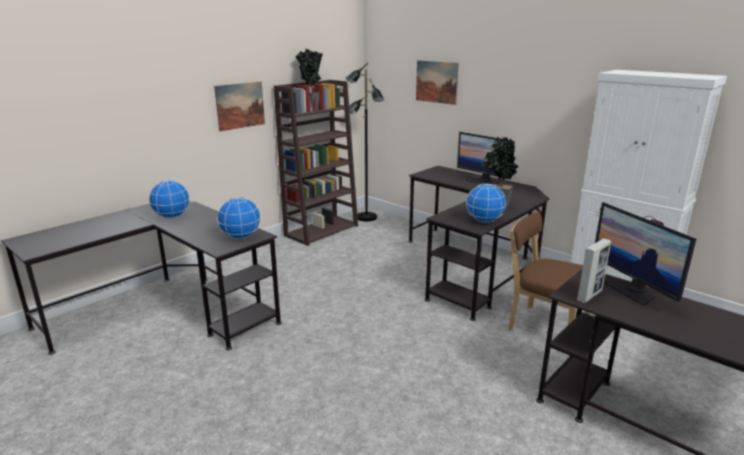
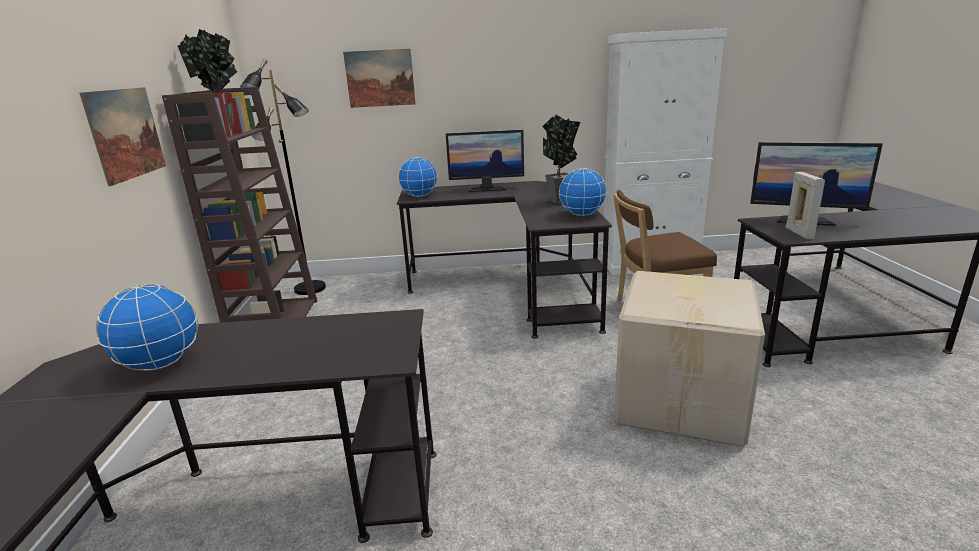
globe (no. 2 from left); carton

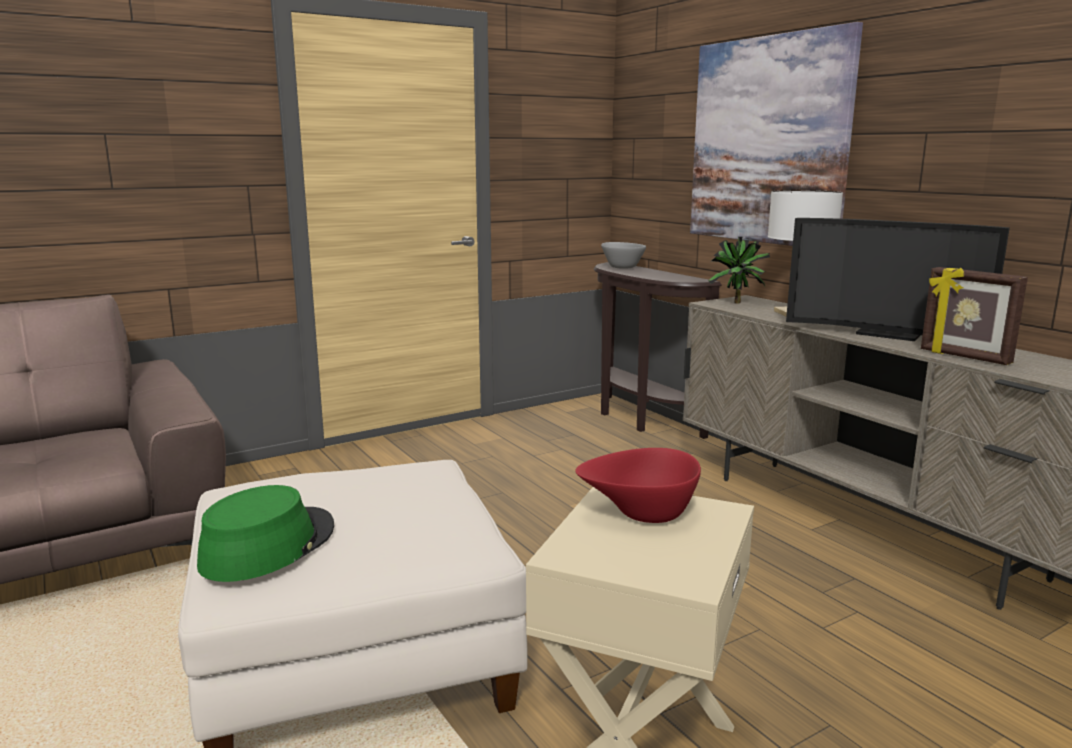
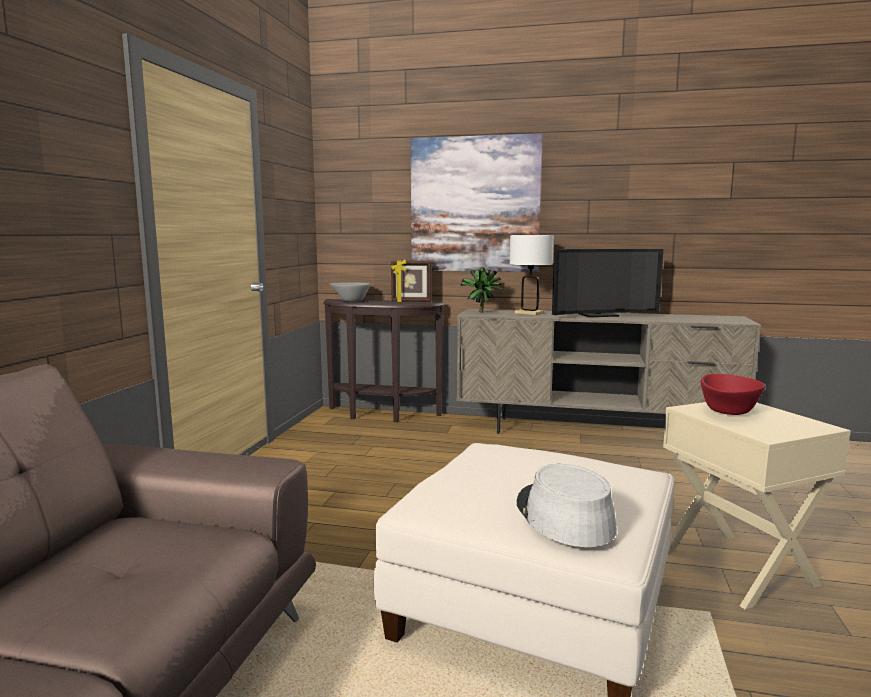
cadre photo; chapeau/gris

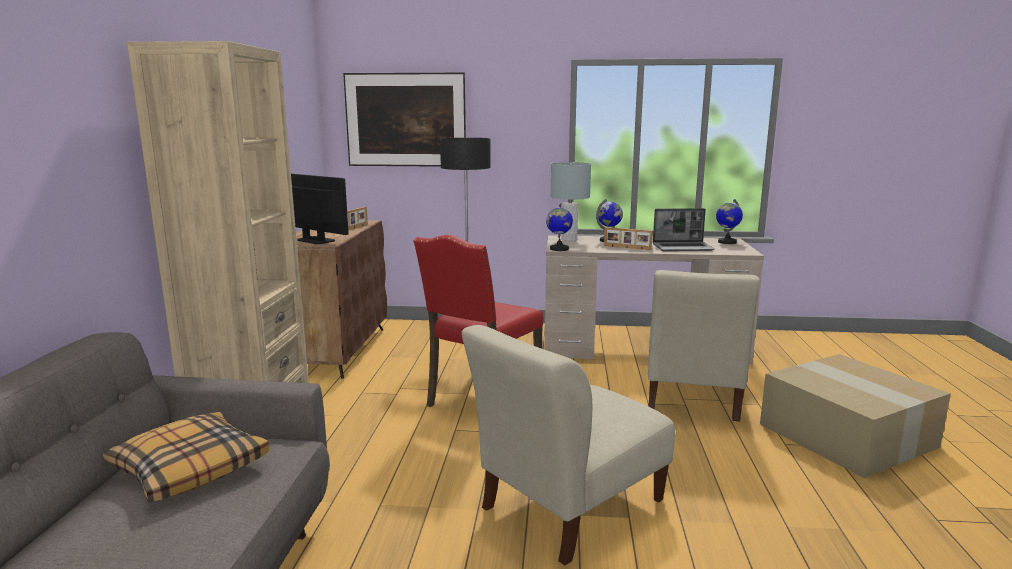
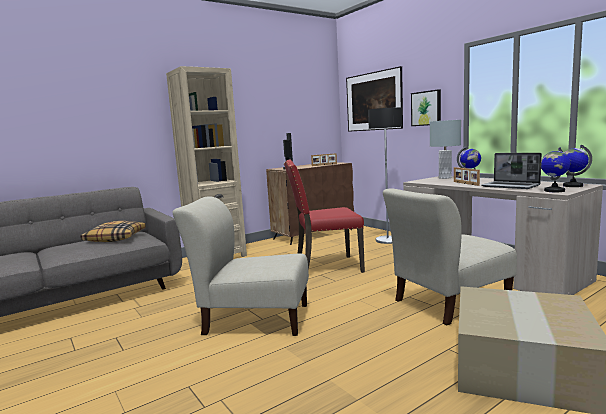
tableau (no. 2 from left); globe (no. 2 from left)

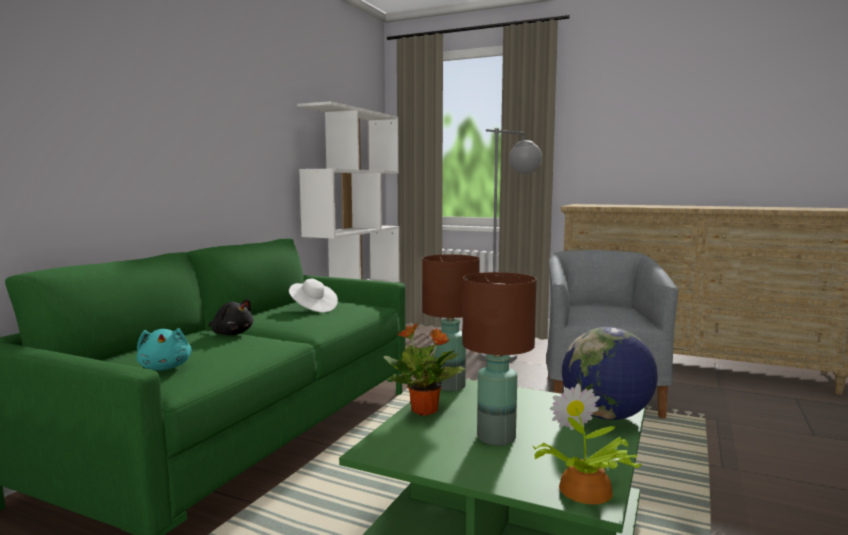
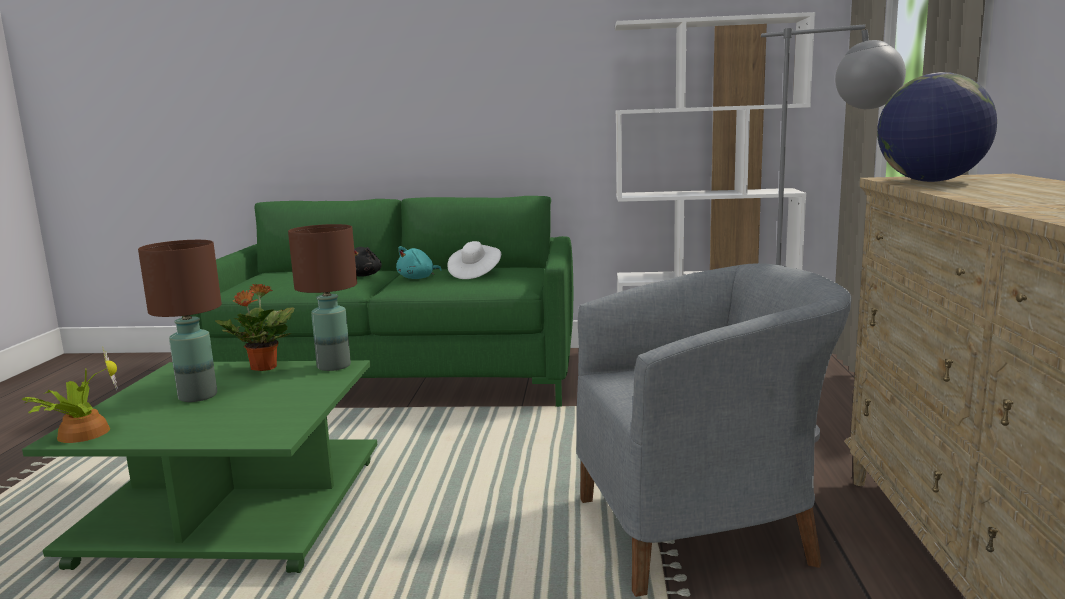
peluche/turquoise; globe

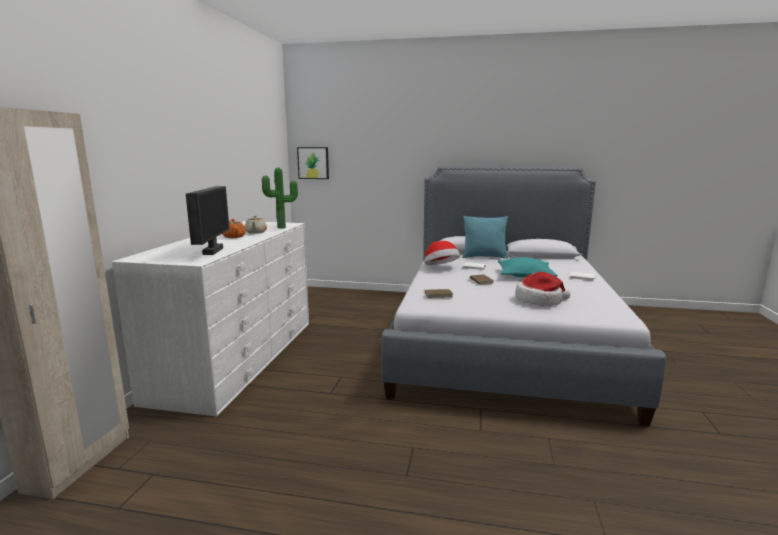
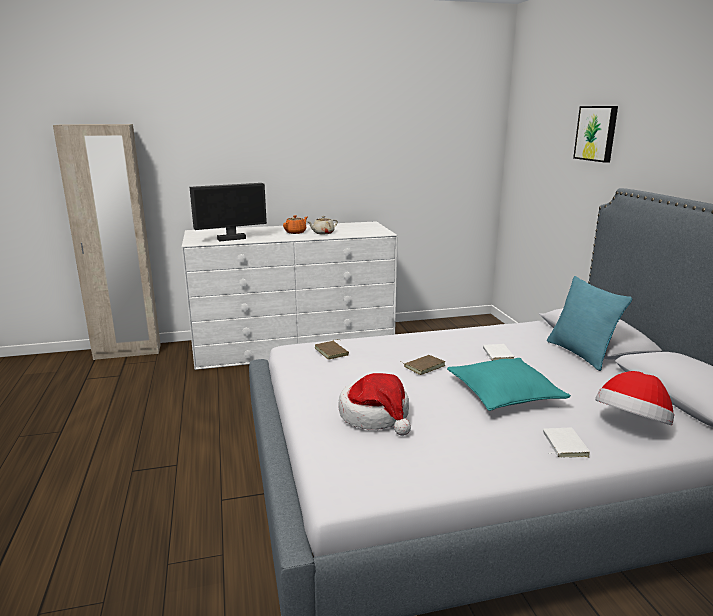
tableau; chapeau (no. 2 from left); plante en pot

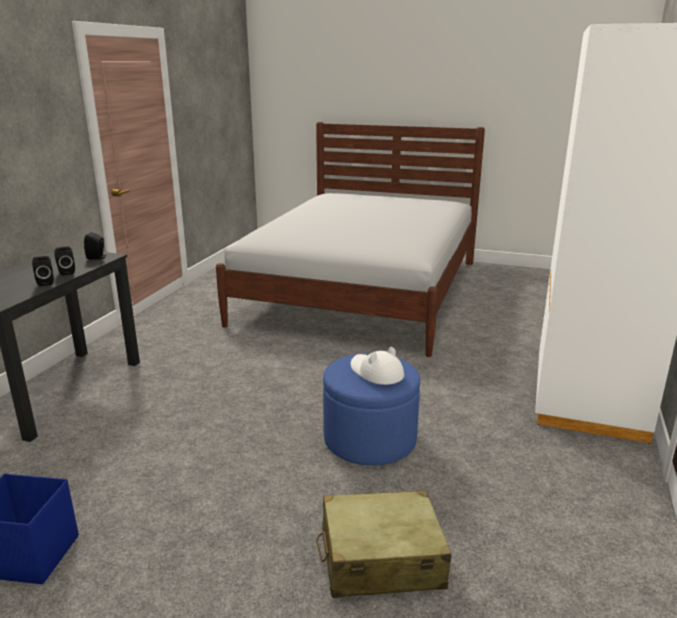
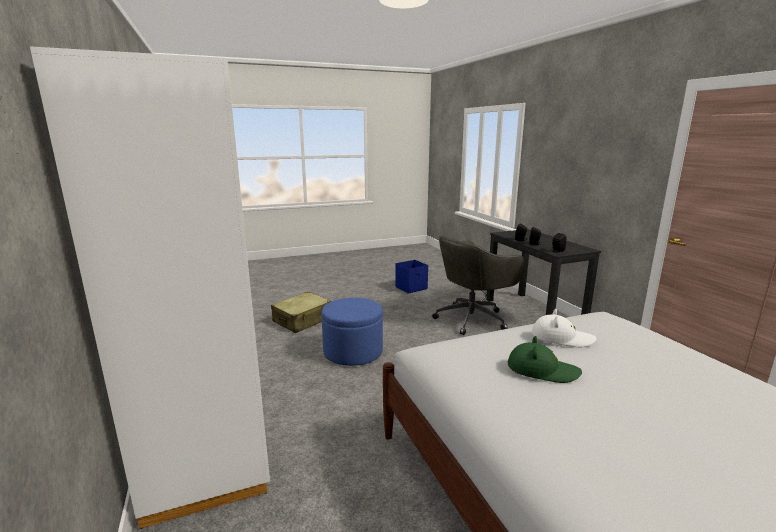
chaise de bureau/gris; chapeau/vert; chapeau/blanc

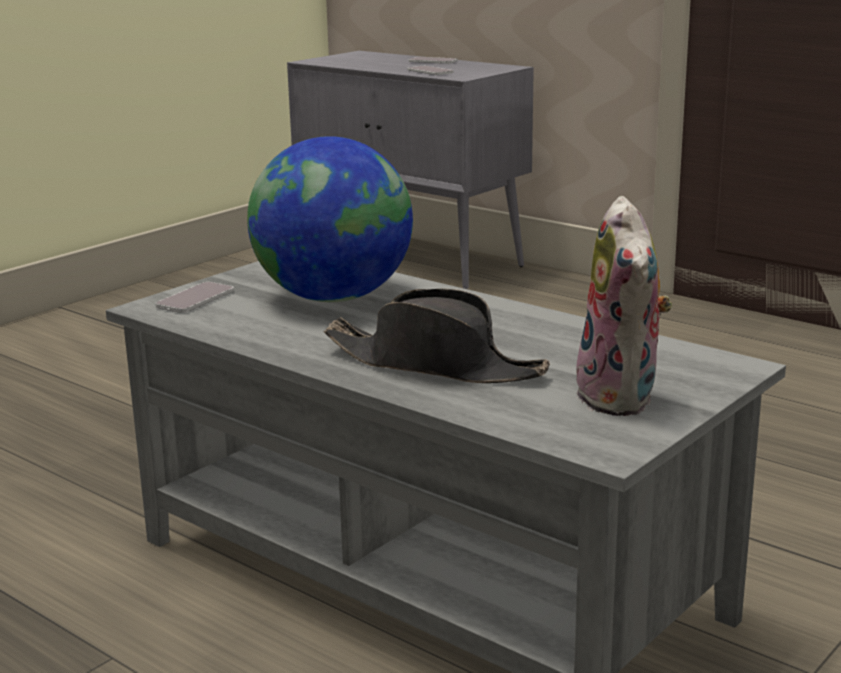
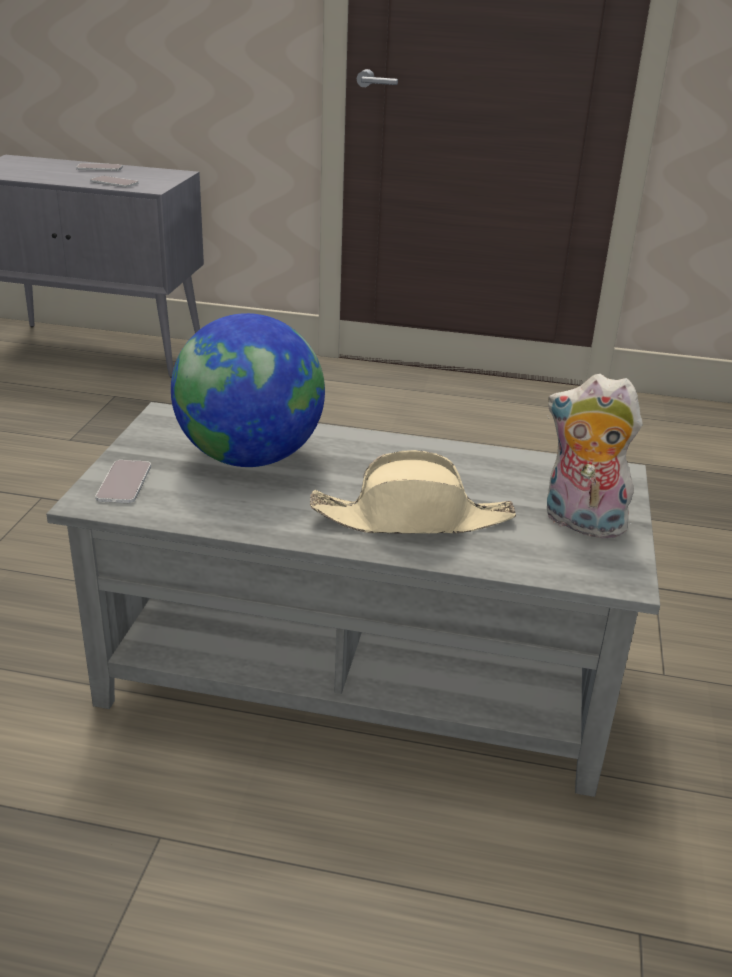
chapeau/beige; peluche

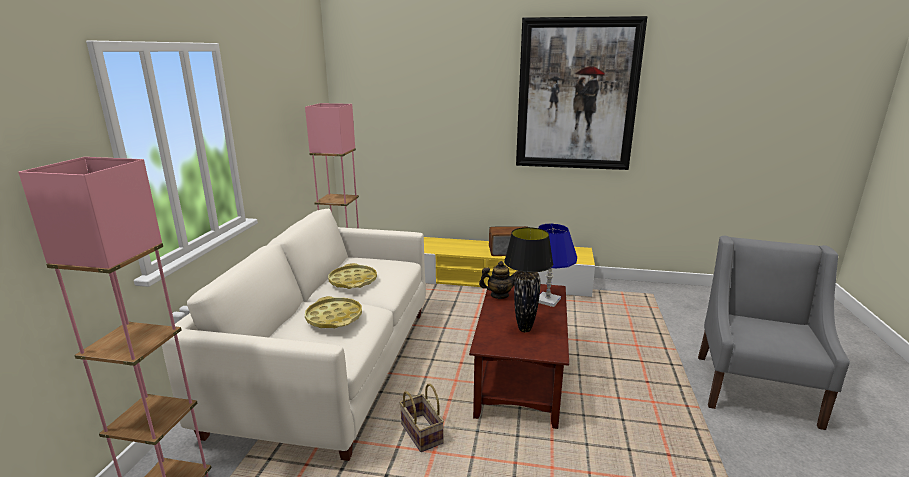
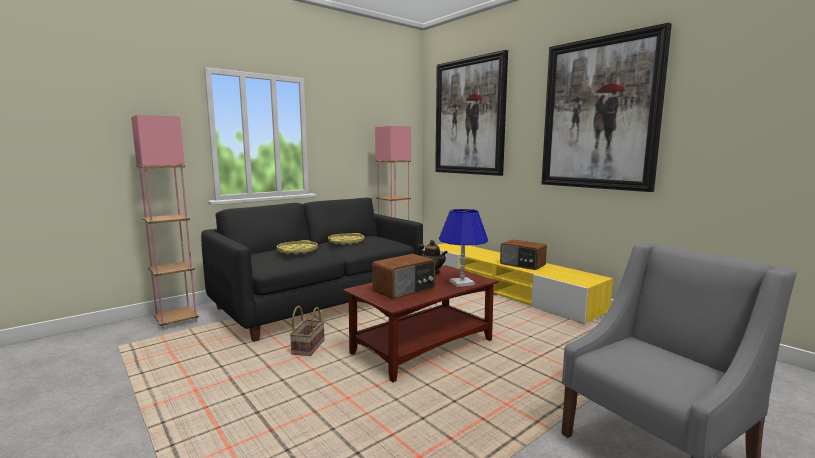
canapé/noir; radio (no. 1 from left); tableau (no. 1 from left)

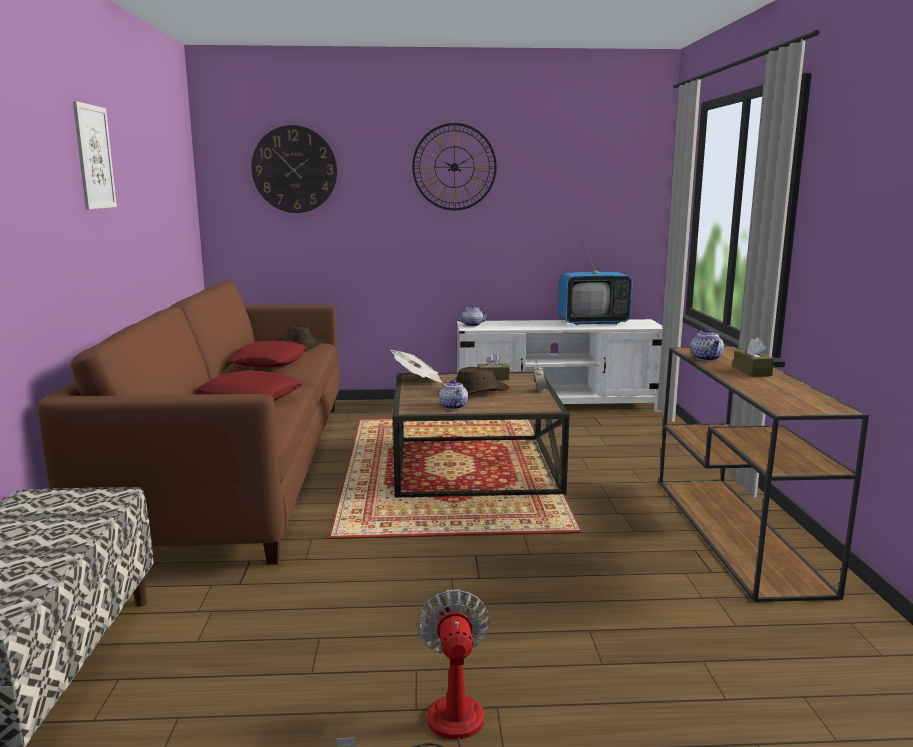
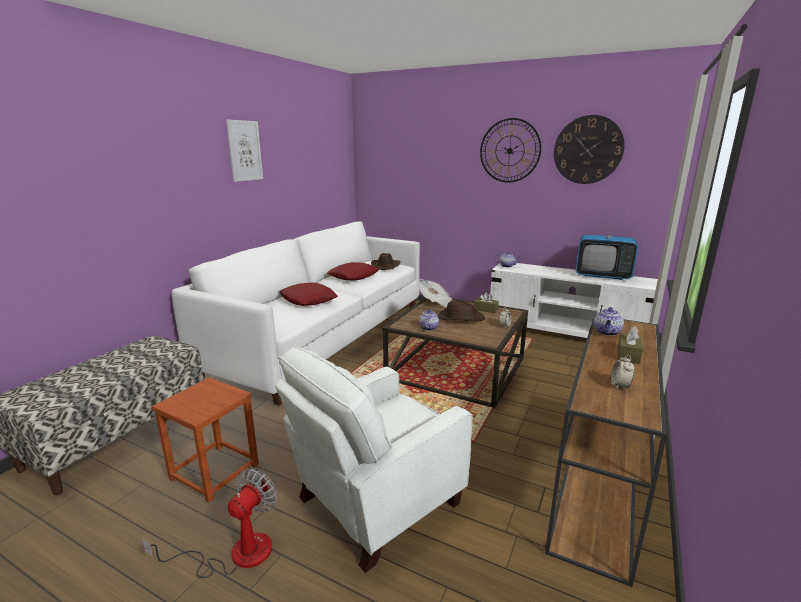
tabouret/marron; canapé/blanc; fauteuil/blanc; horloge murale (no. 2 from left); réveil (no. 2 from left)

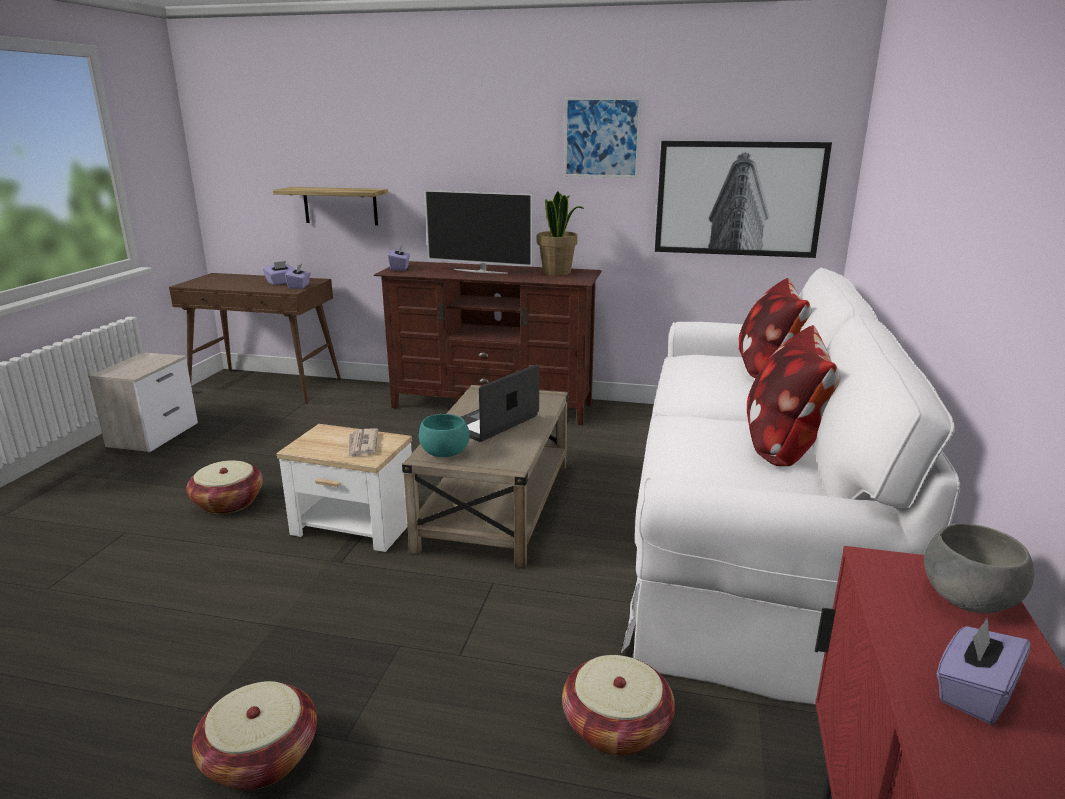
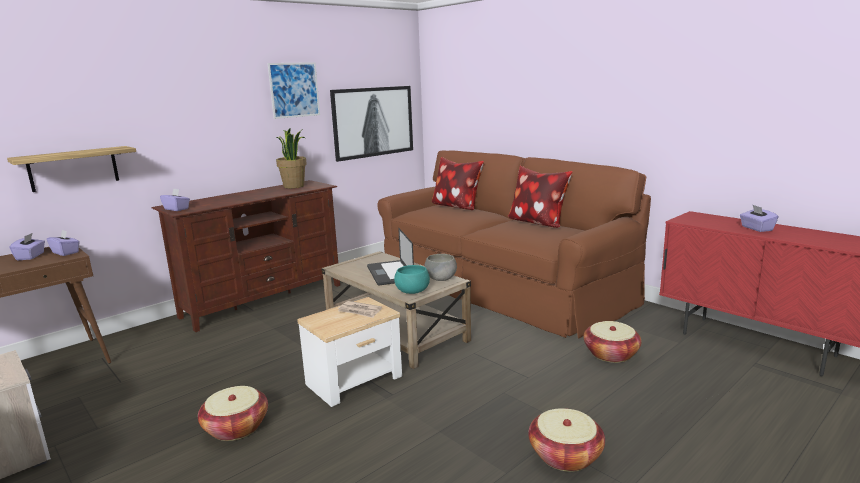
canapé/marron; bol/gris; téléviseur

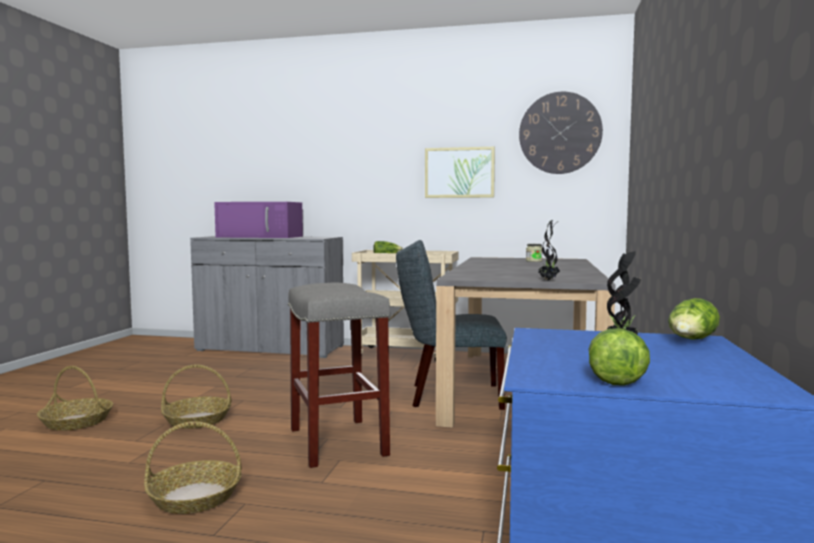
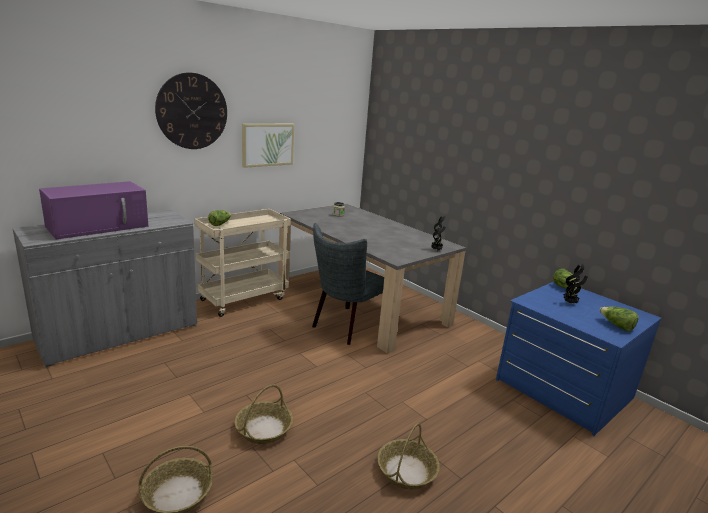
horloge murale; tabouret/gris

